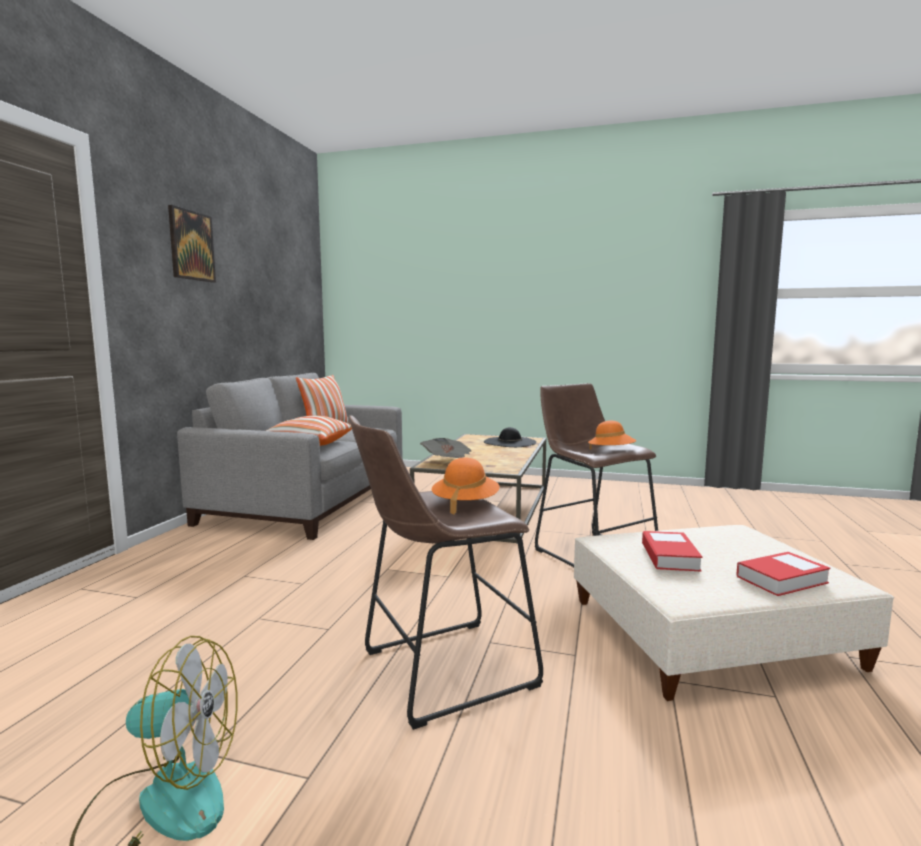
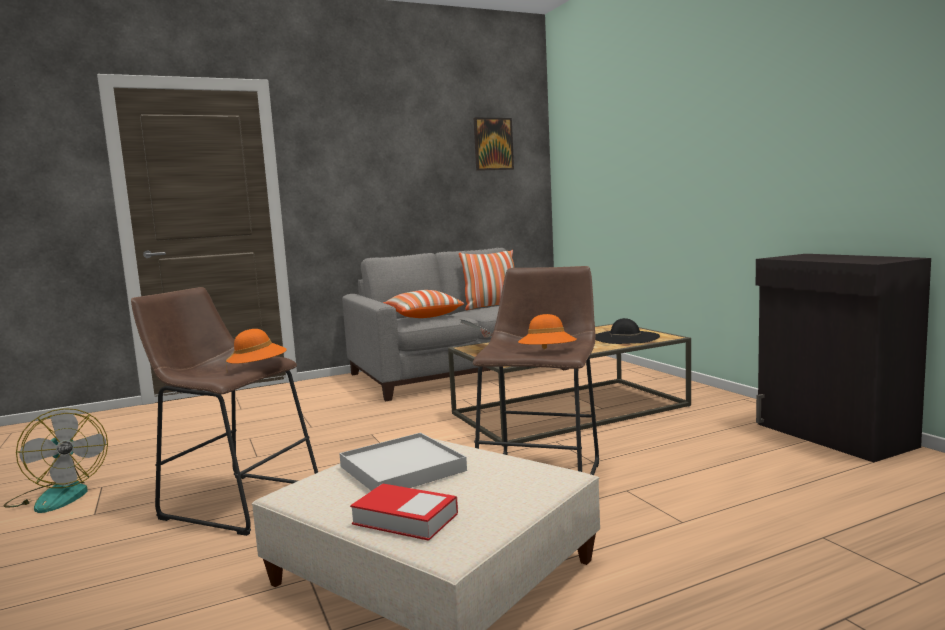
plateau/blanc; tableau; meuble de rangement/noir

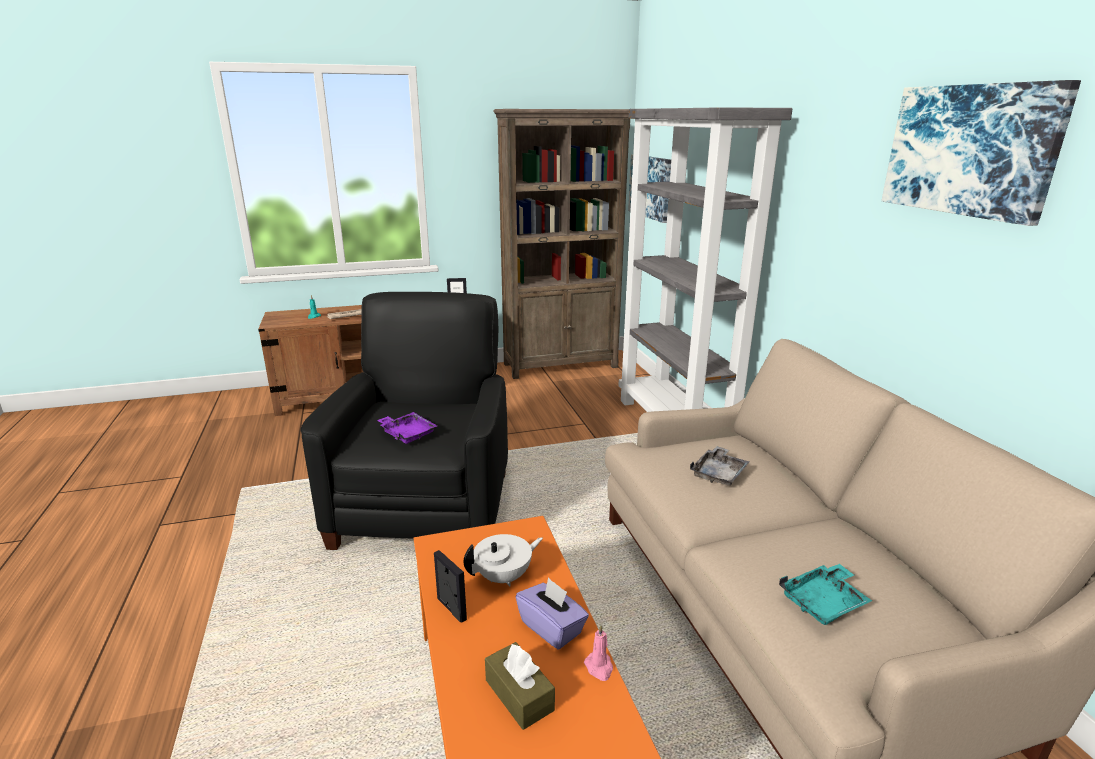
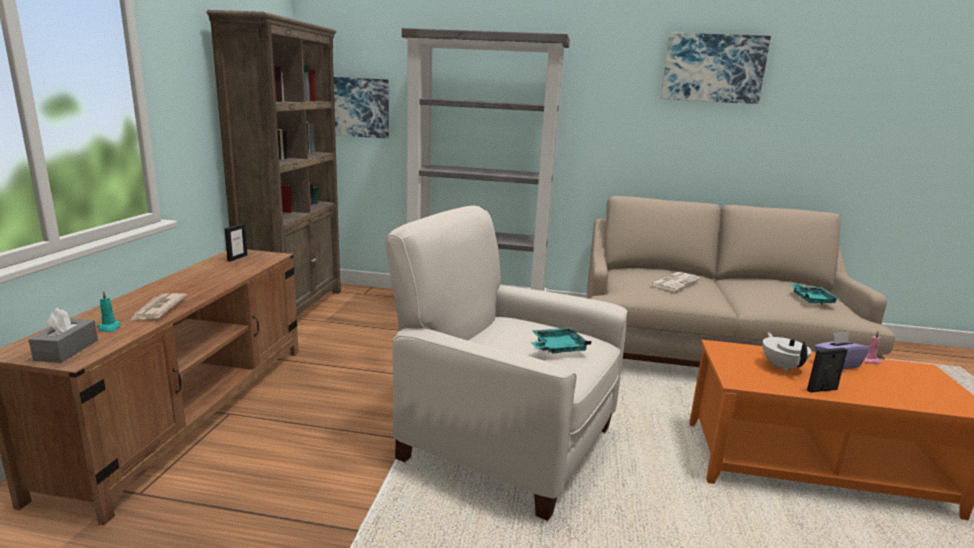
boîte à mouchoirs/gris; fauteuil/blanc; plateau/turquoise (no. 1 from left); journal (no. 2 from left); boîte à mouchoirs/marron

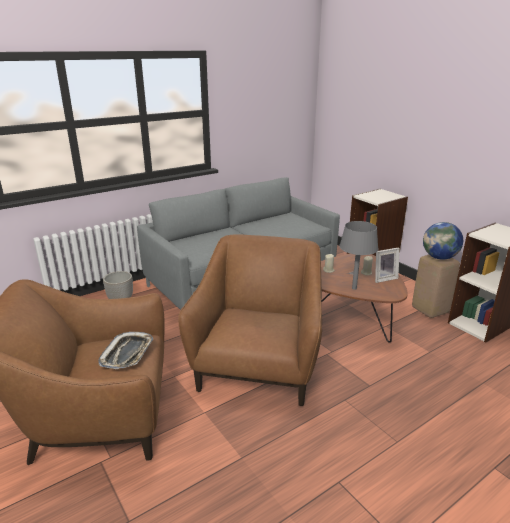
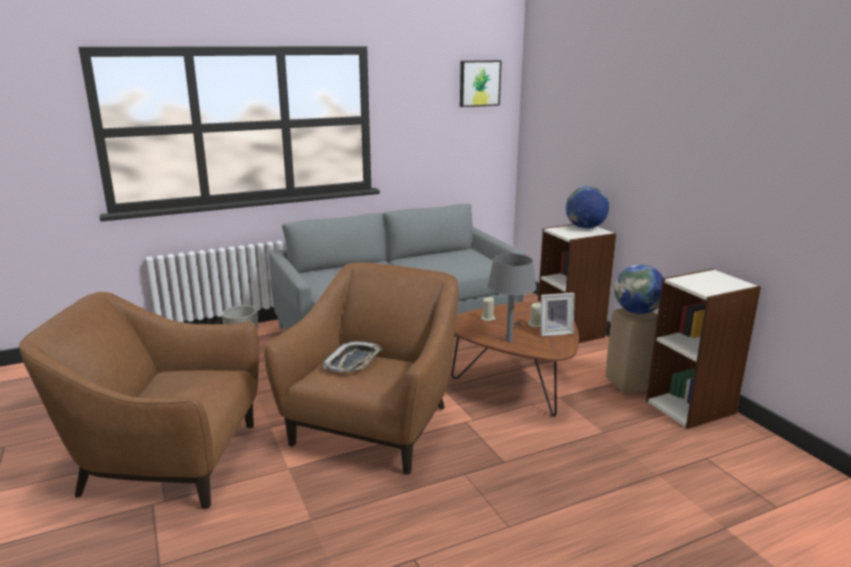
plateau; tableau; globe (no. 1 from left)

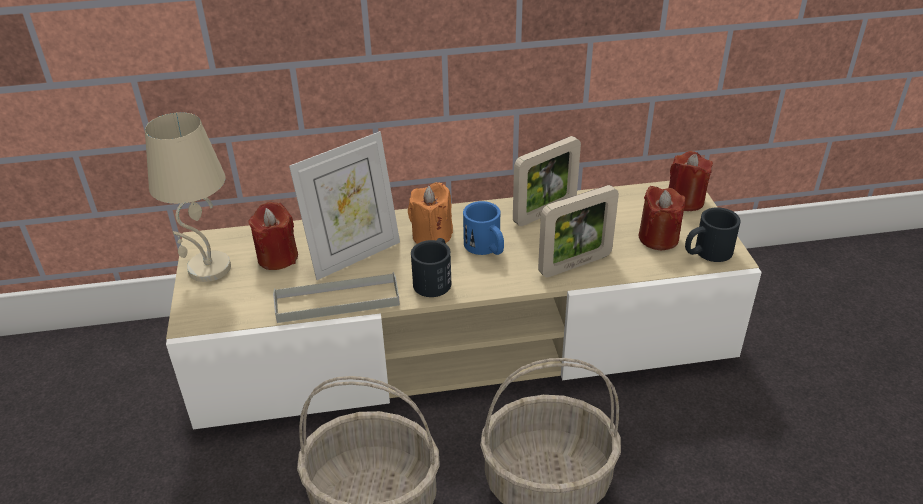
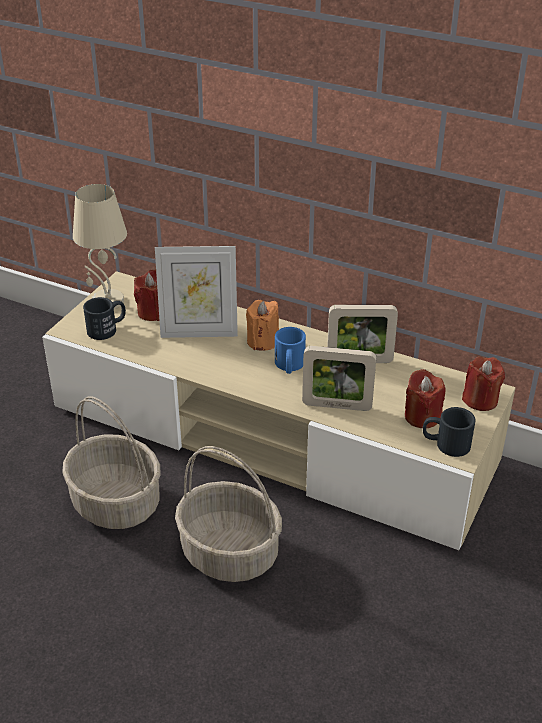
mug/noir (no. 1 from left); plateau/gris

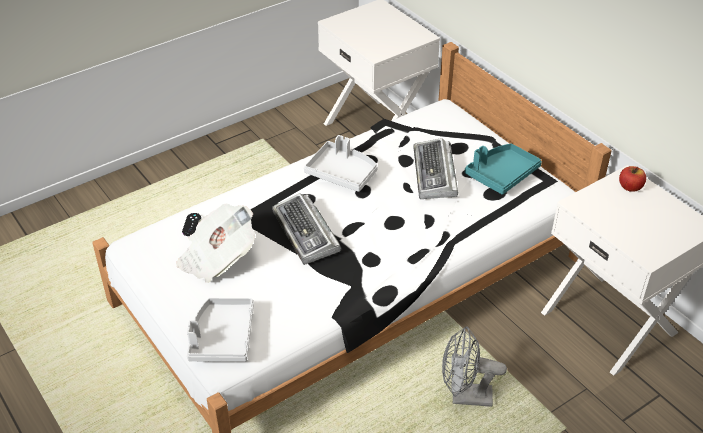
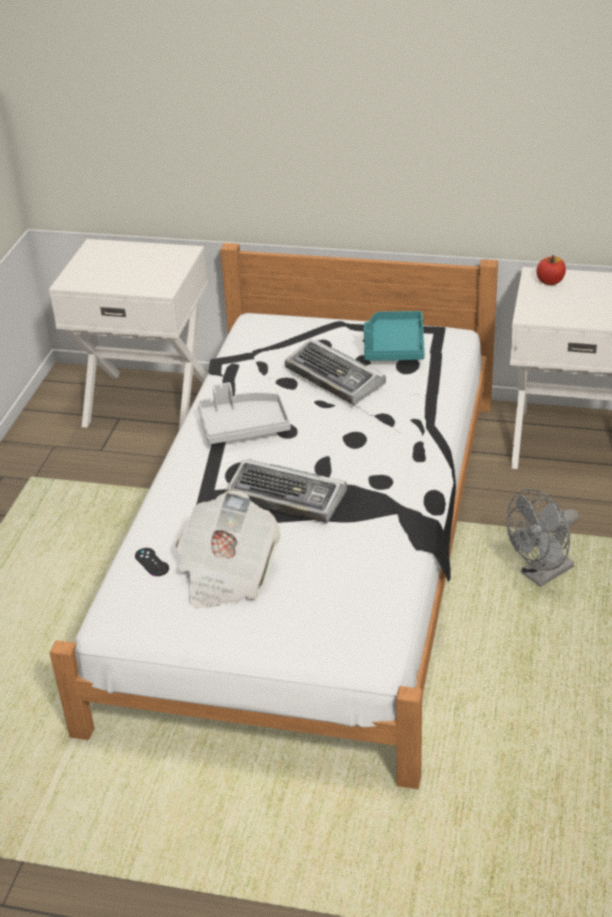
plateau/gris (no. 1 from left in the first image)

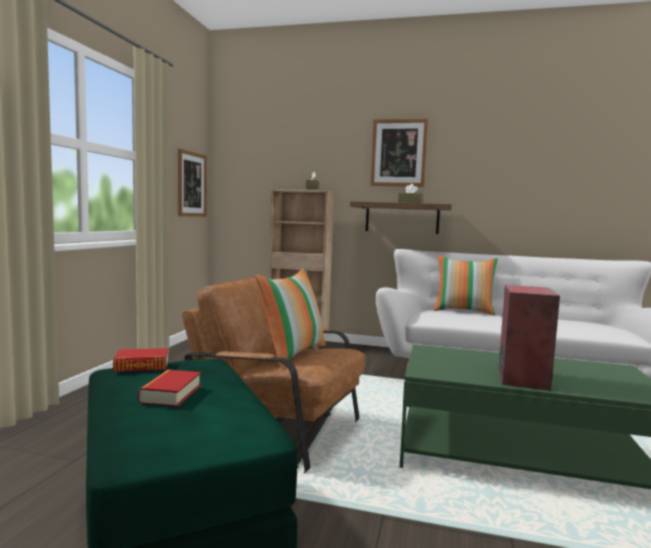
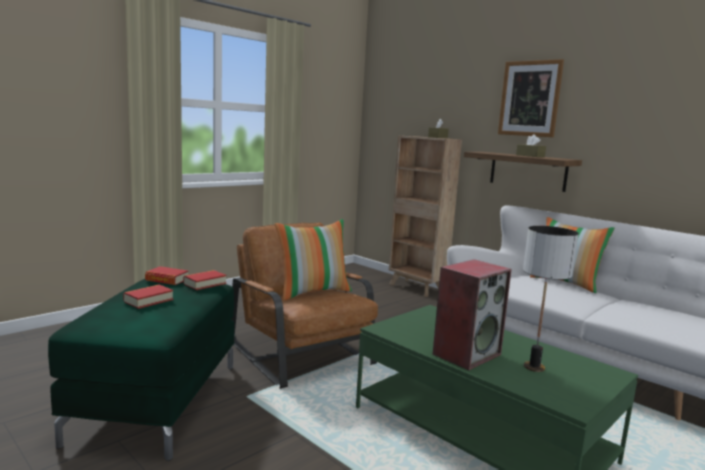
livre (no. 3 from left); lampe de table; tableau (no. 1 from left in the first image)

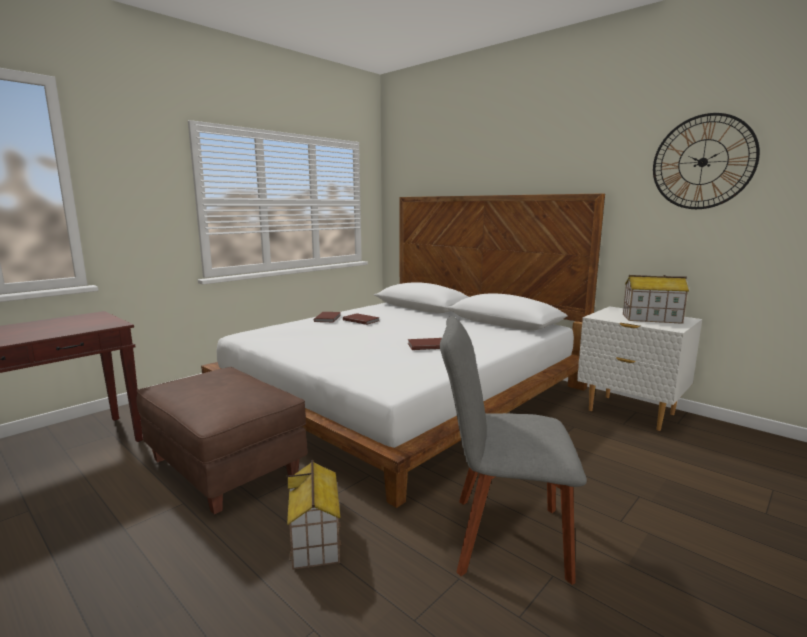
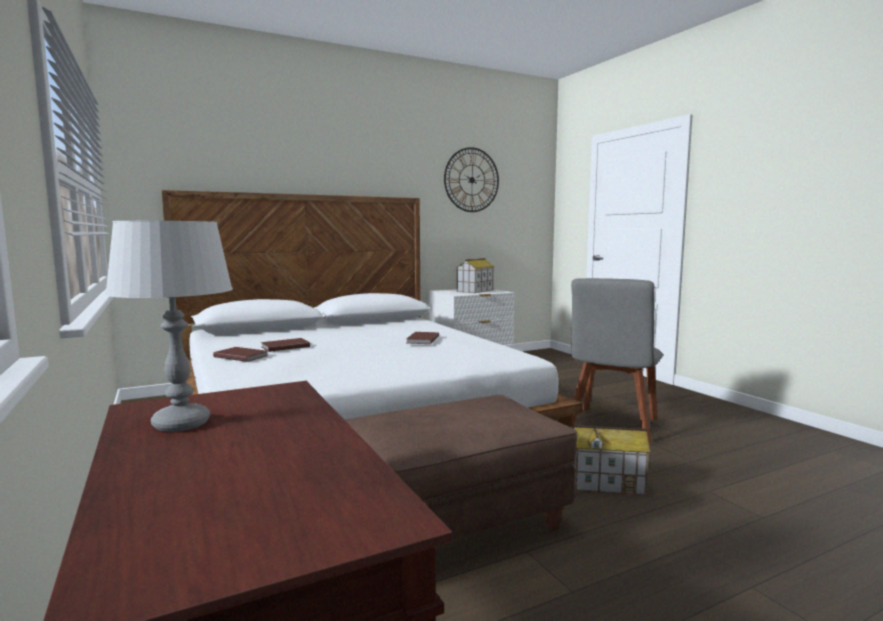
lampe de table/gris

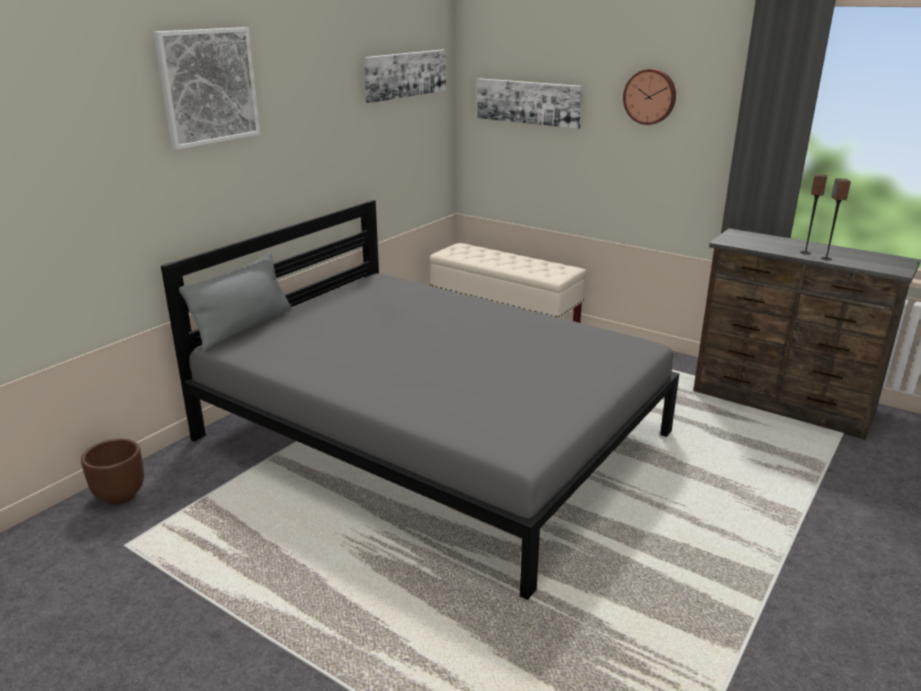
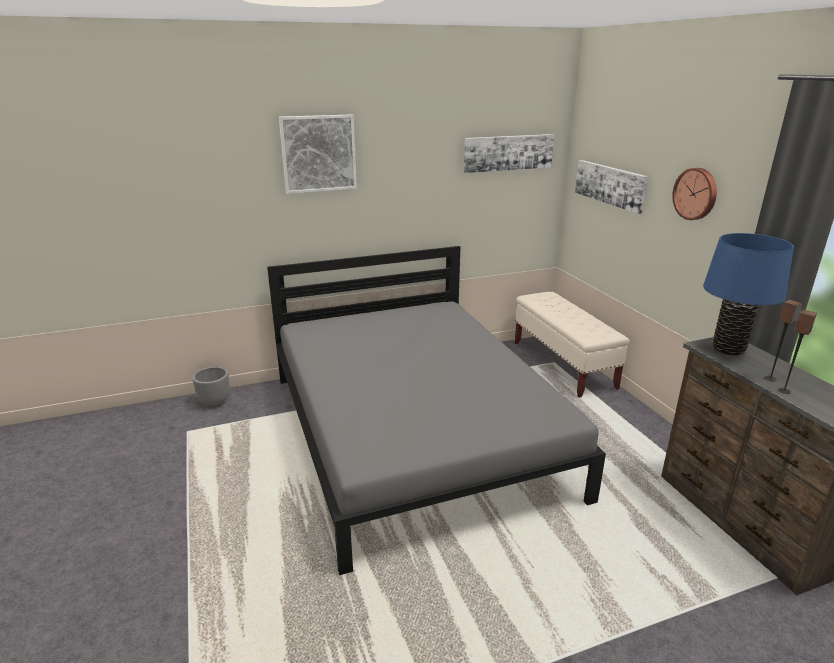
cache-pot/gris; lampe de table/bleu; coussin/gris

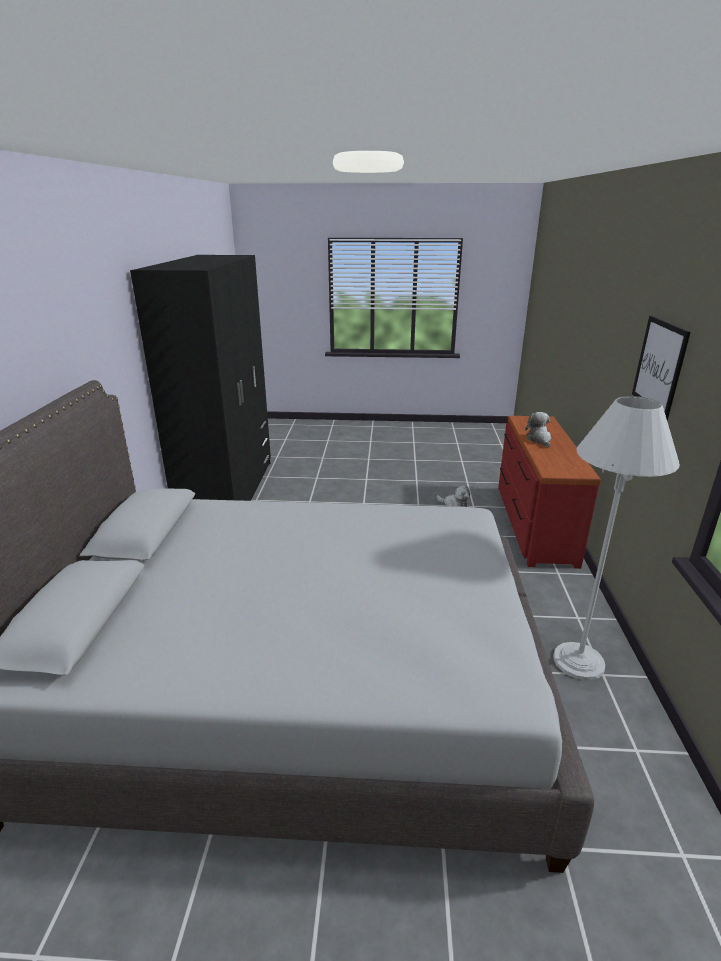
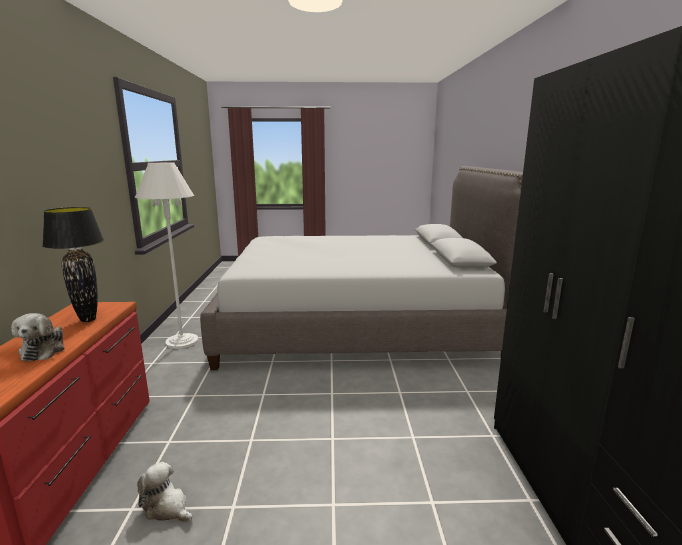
lampe de table/noir; tableau

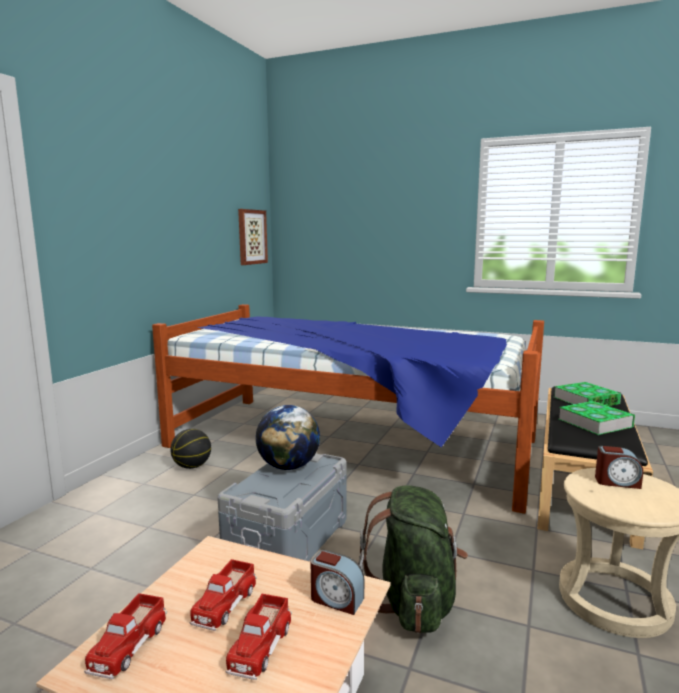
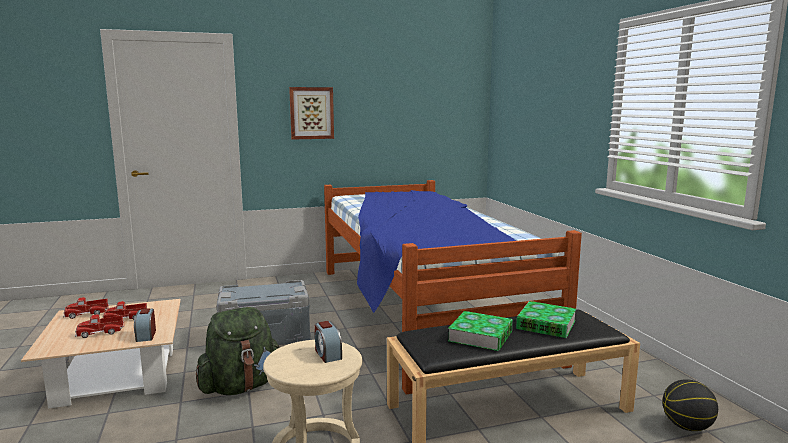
tableau; ballon de basket; globe

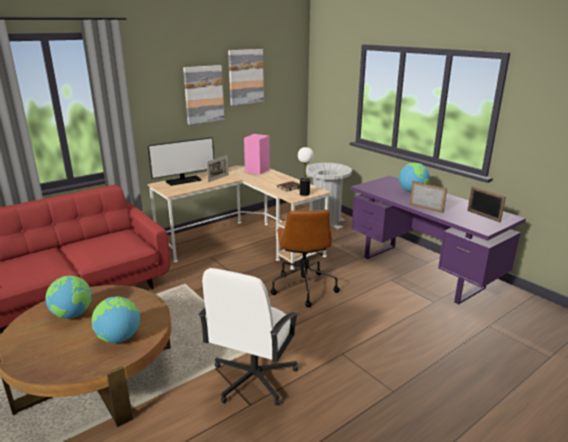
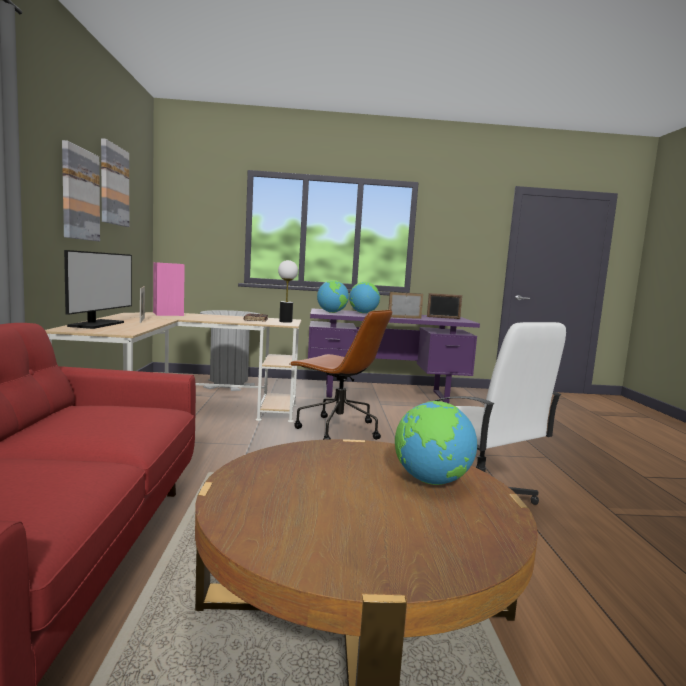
globe (no. 1 from left)

